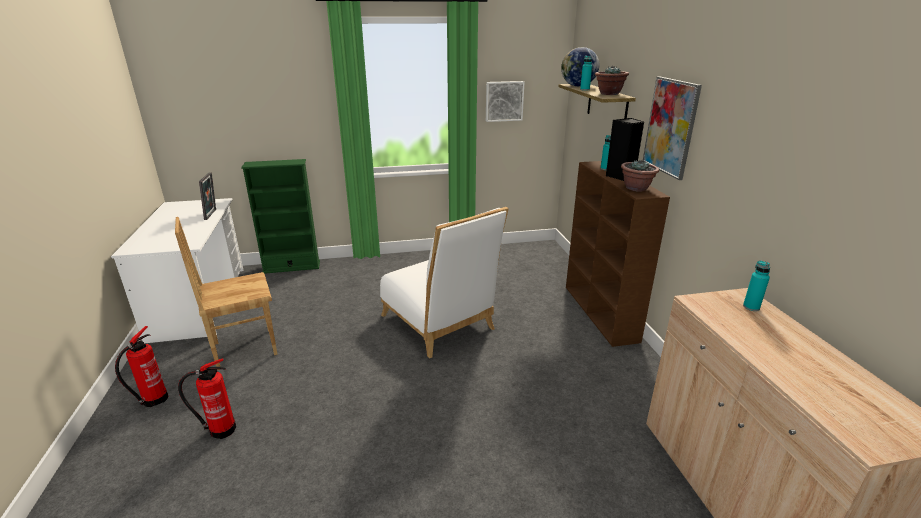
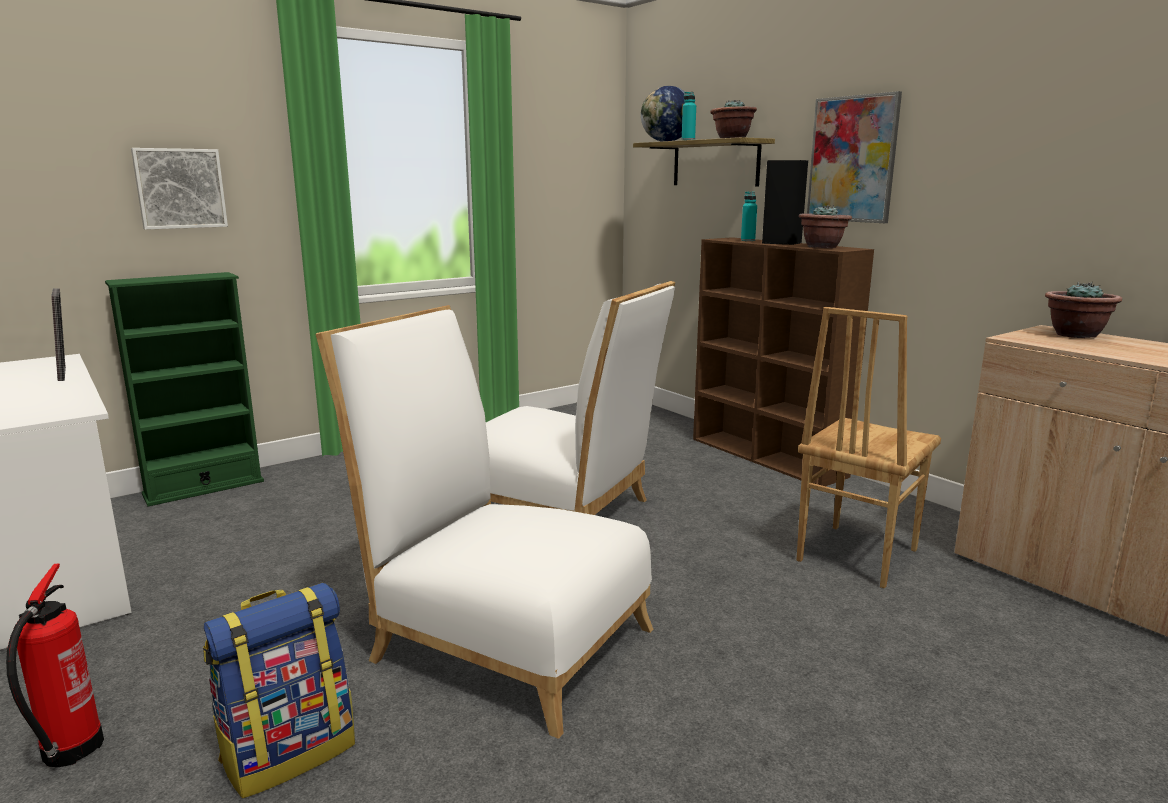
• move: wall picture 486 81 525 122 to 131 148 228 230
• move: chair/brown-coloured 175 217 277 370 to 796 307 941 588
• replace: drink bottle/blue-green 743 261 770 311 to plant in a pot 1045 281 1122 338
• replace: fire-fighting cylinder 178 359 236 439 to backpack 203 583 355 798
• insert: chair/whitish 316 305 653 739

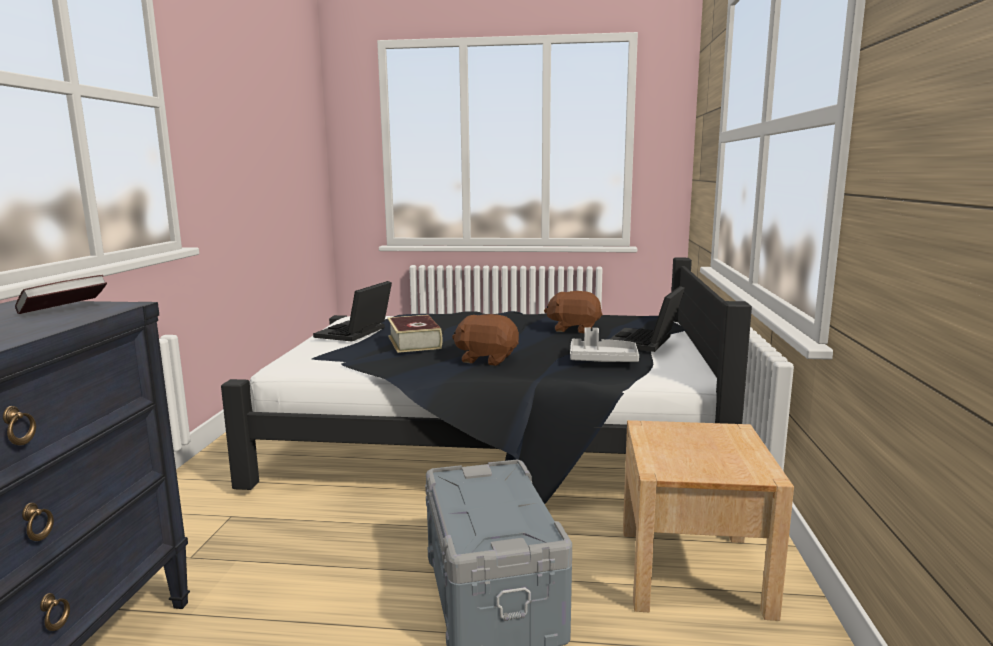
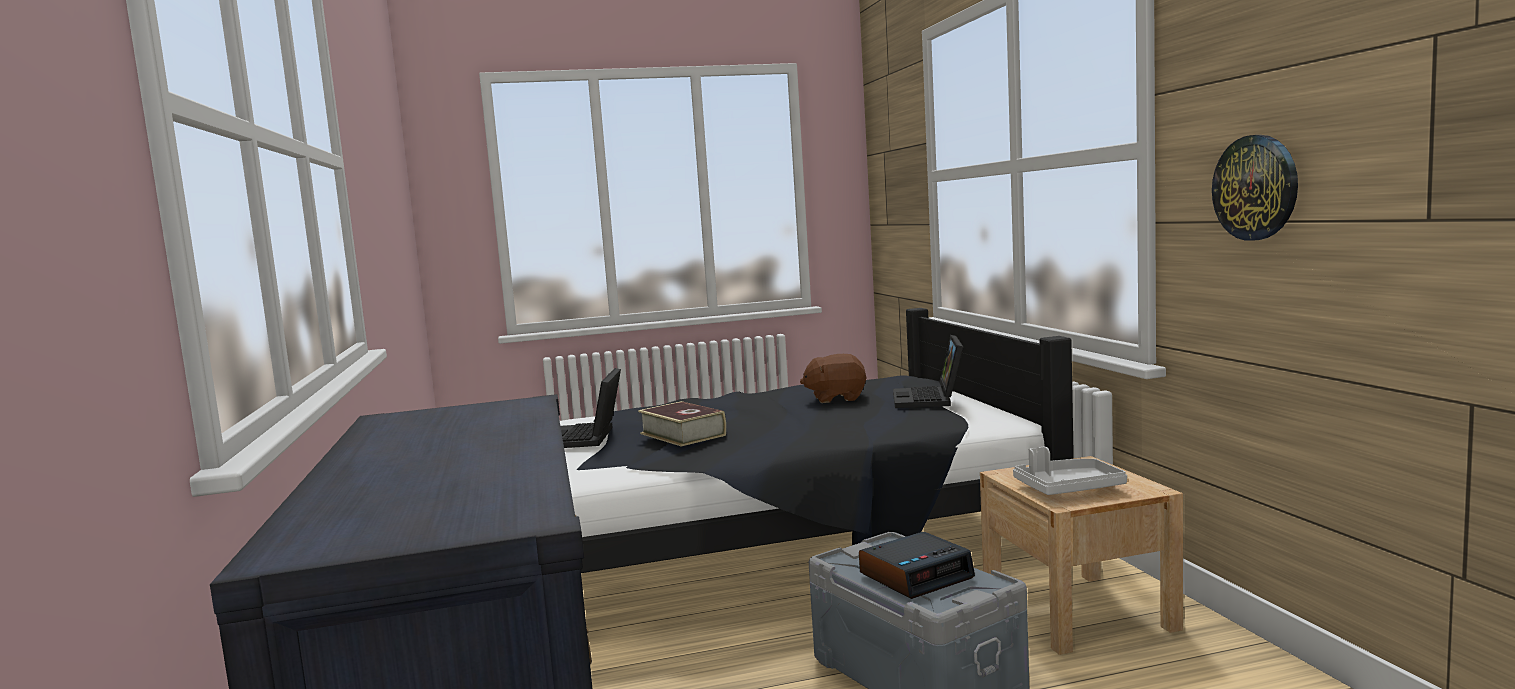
• delete: bound book 15 275 107 314
• delete: cuddly toy/brown-coloured 452 314 519 366
• move: tray/gray 570 328 639 362 to 1013 447 1127 495
• insert: hanging clock 1212 135 1298 241
• insert: table clock 859 532 975 599

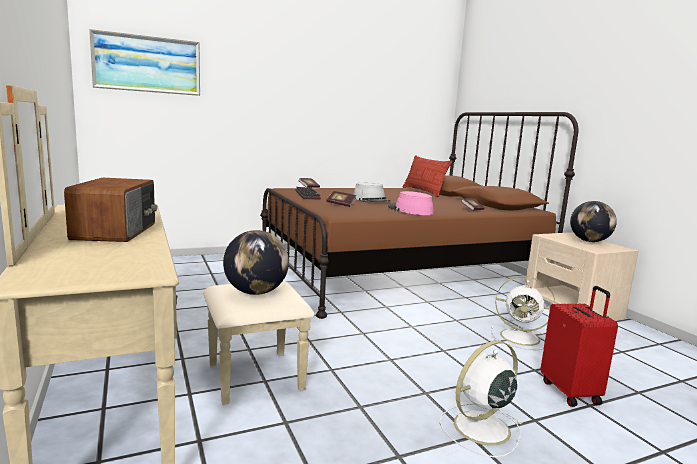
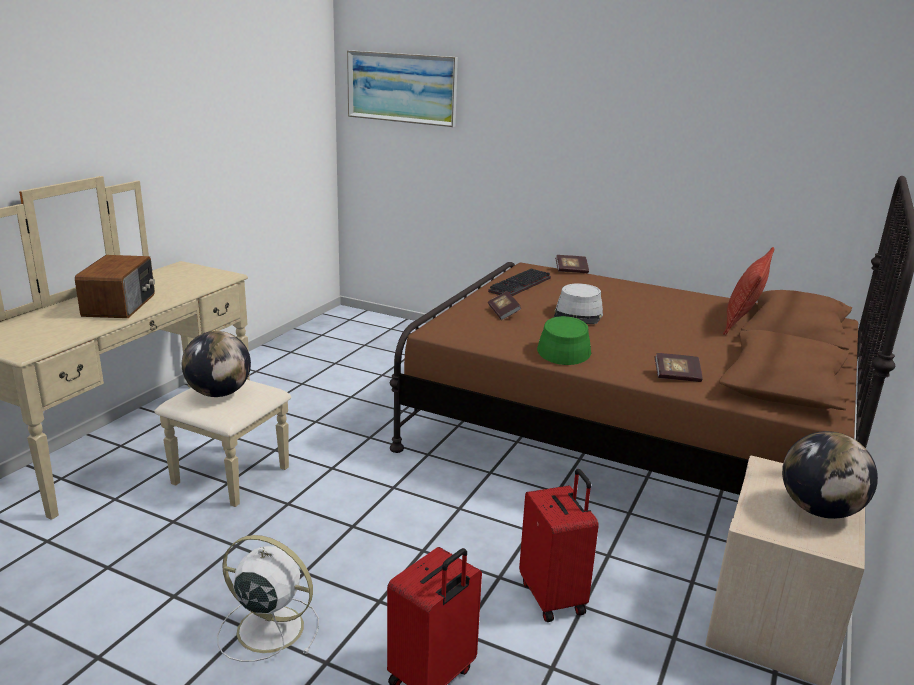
• rotate: radio receiver 64 178 157 242 = 75 255 155 318 45 degrees counterclockwise
• recolor: clothing hat/pinkish 388 191 434 215 to clothing hat/green 537 316 591 365
• replace: fan/whitish 491 276 555 350 to travel case/red-coloured 519 469 599 622

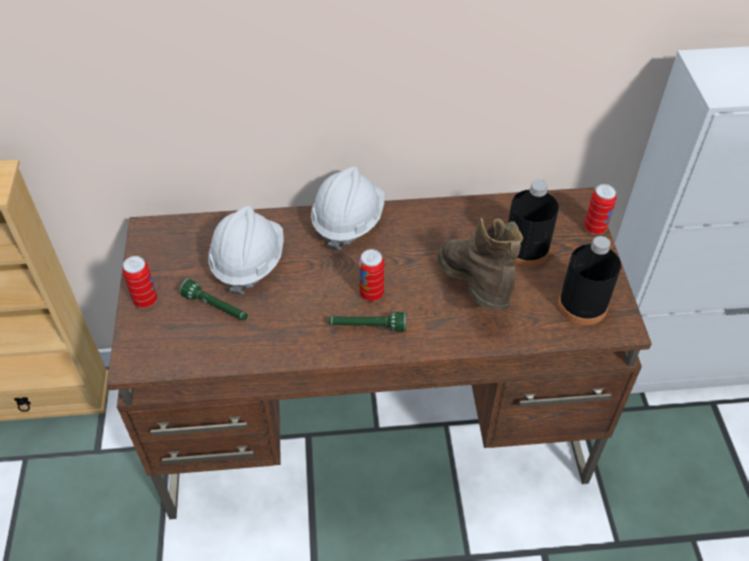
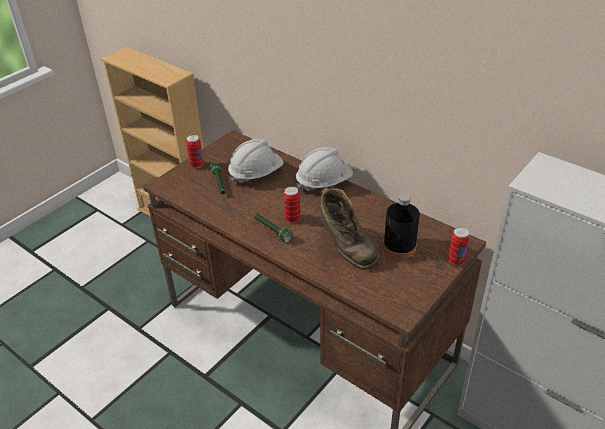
• rotate: tall boot/brown-coloured 437 217 523 310 = 319 187 380 270 120 degrees clockwise
• delete: drink bottle/black-coloured 558 236 621 325

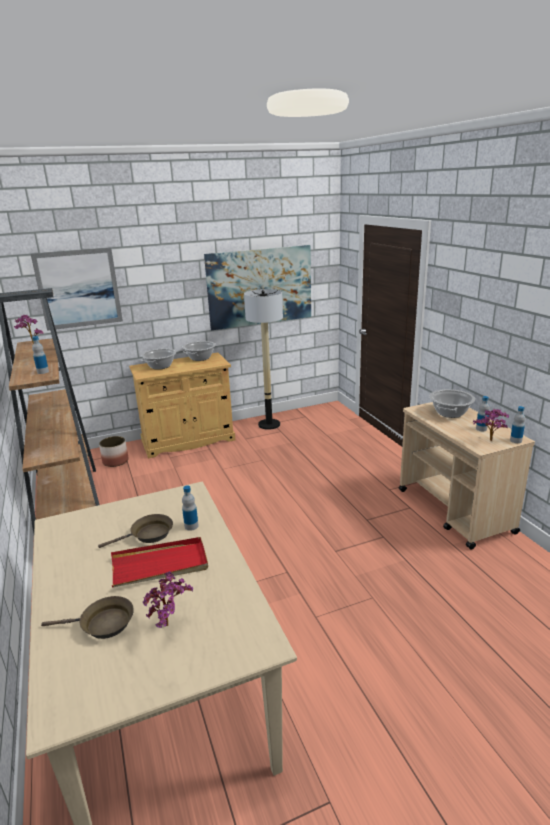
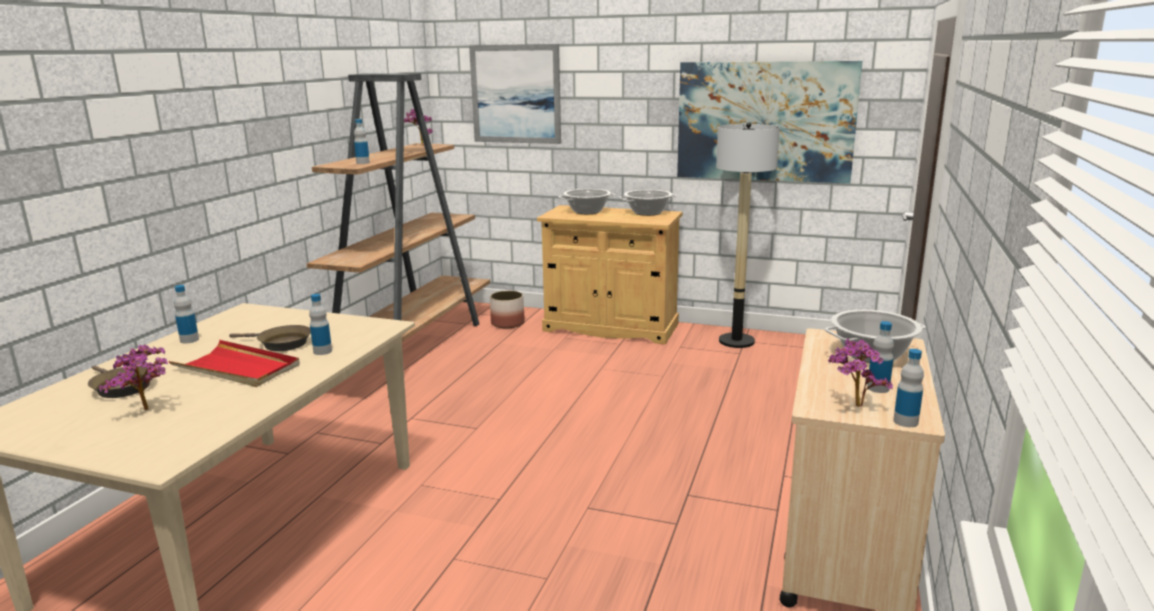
• insert: drink bottle 174 285 199 343

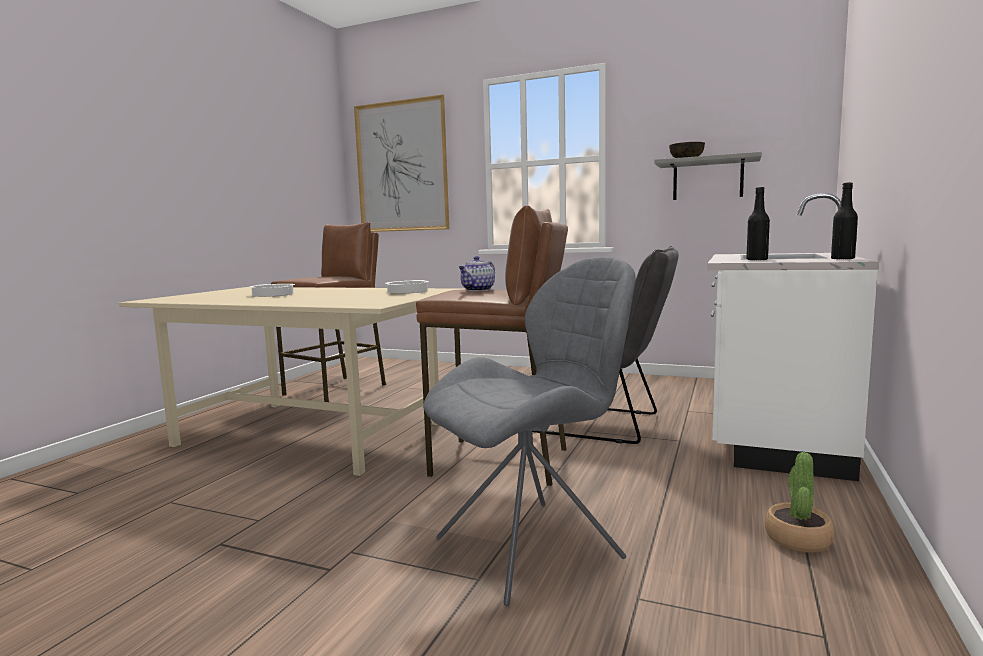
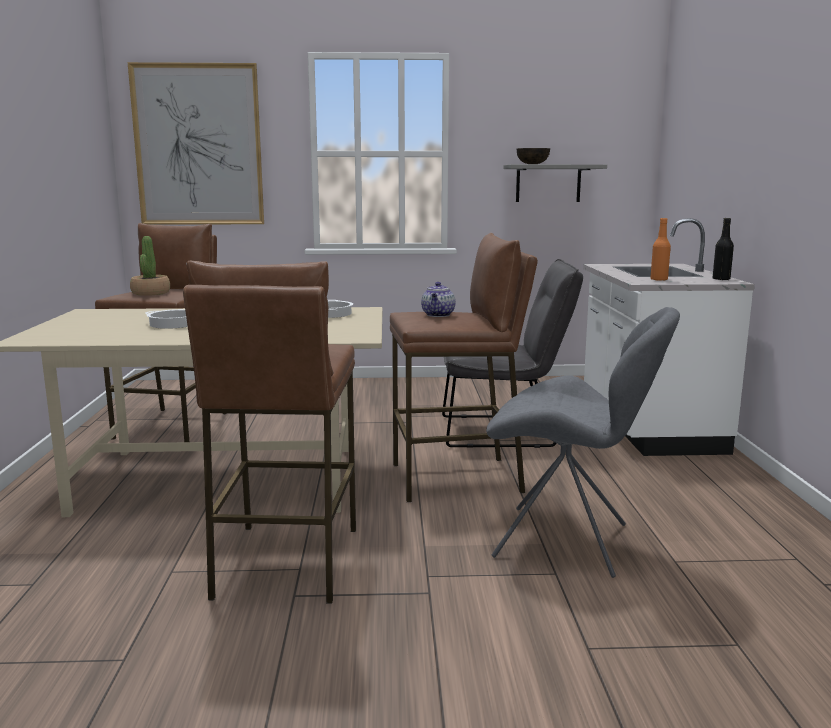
• recolor: drink bottle/black-coloured 746 187 770 261 to drink bottle/orange-coloured 650 218 671 281
• rotate: chair/gray 423 257 636 606 = 486 307 680 578 75 degrees clockwise
• move: plant in a pot 765 452 834 553 to 130 236 170 296
• insert: sitting stool/brown-coloured 183 261 356 604

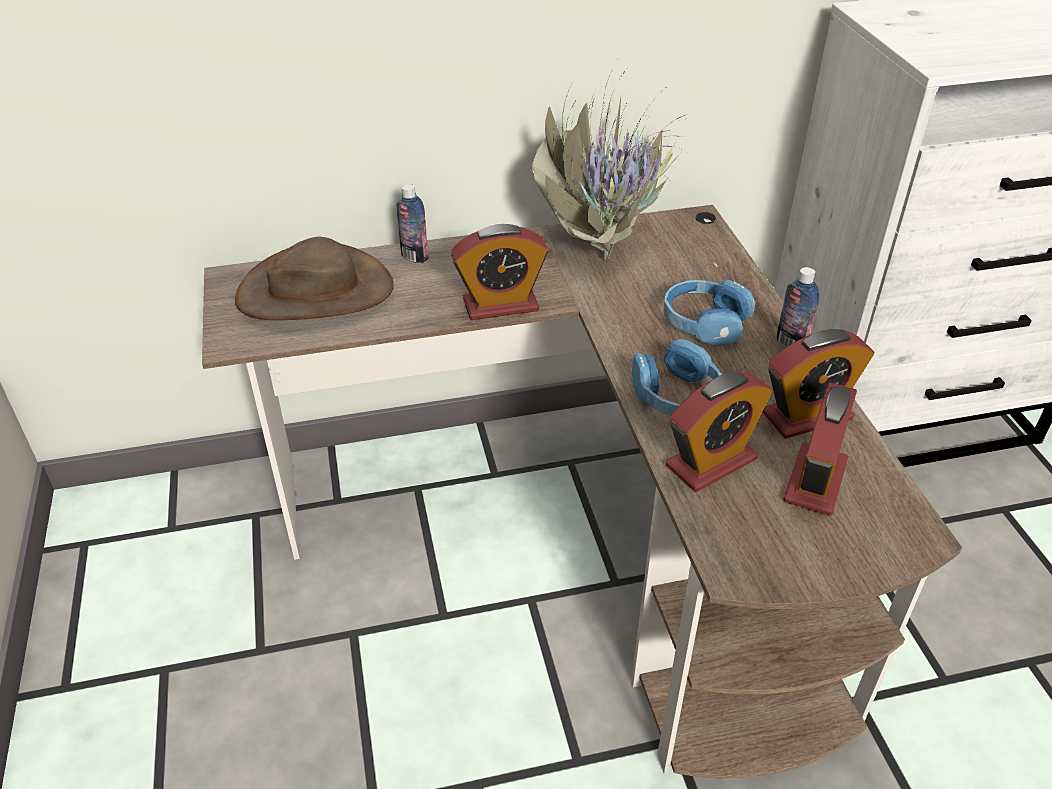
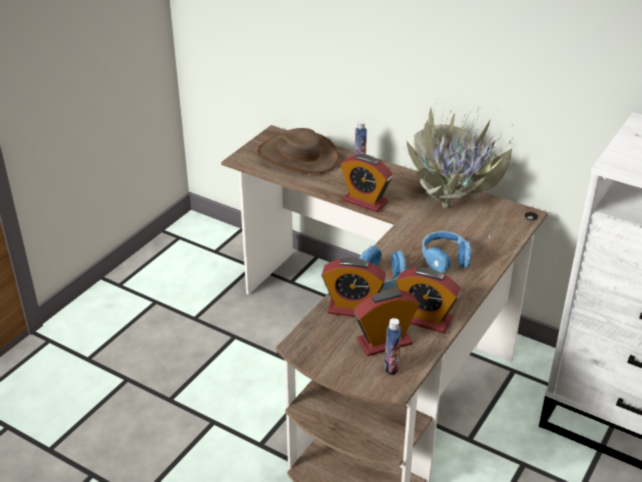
• move: drink bottle 776 267 819 348 to 384 318 402 375

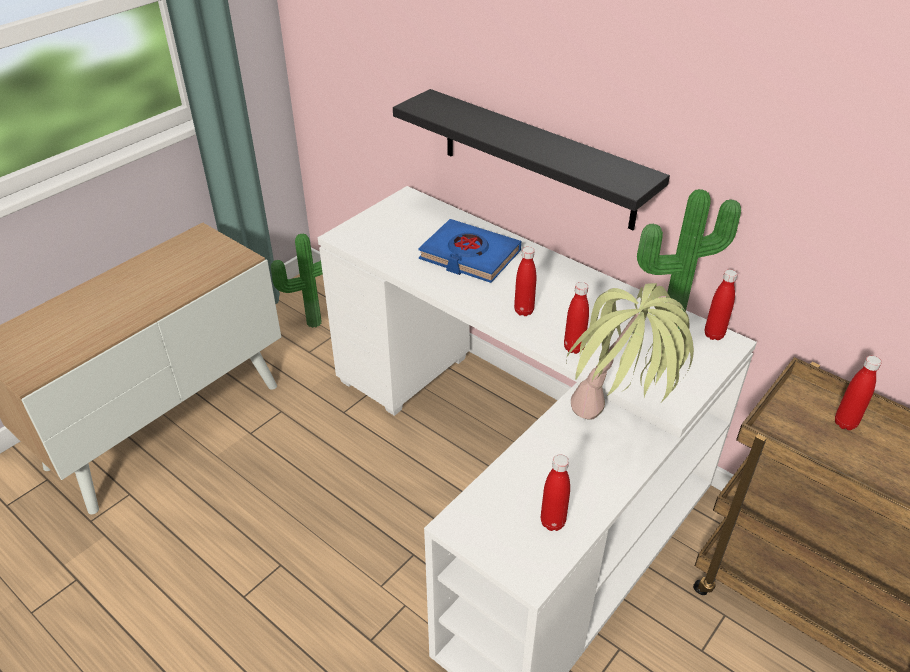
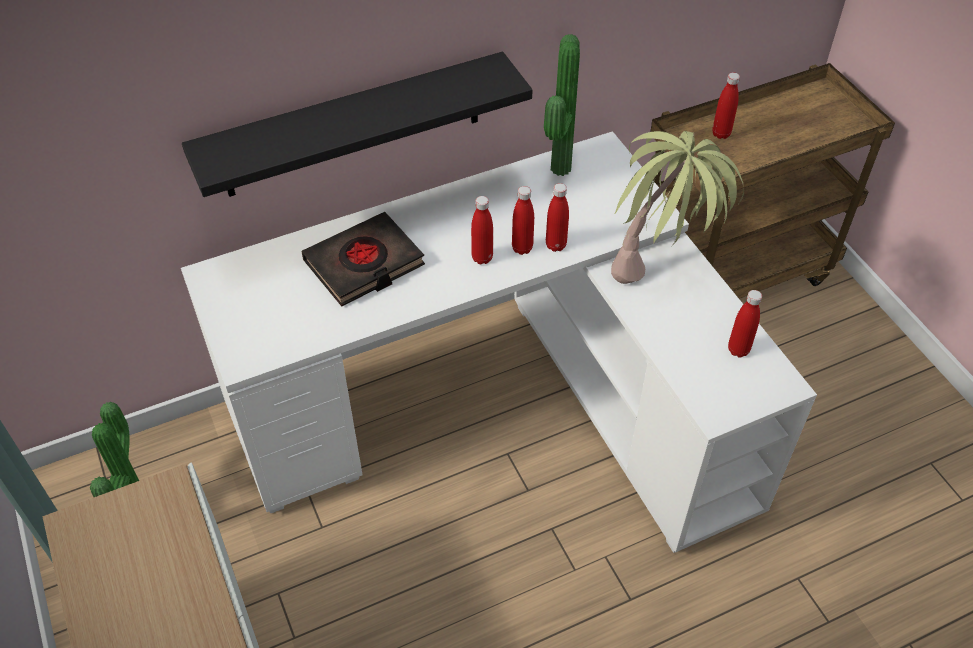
• recolor: bound book/bluish 418 219 521 283 to bound book/black-coloured 301 212 425 307
• move: drink bottle/red-coloured 705 269 738 340 to 512 186 534 255

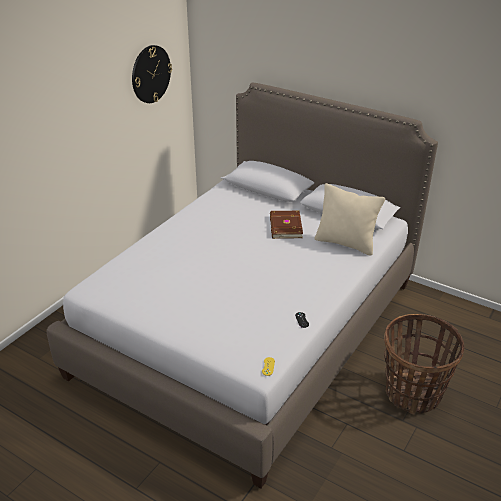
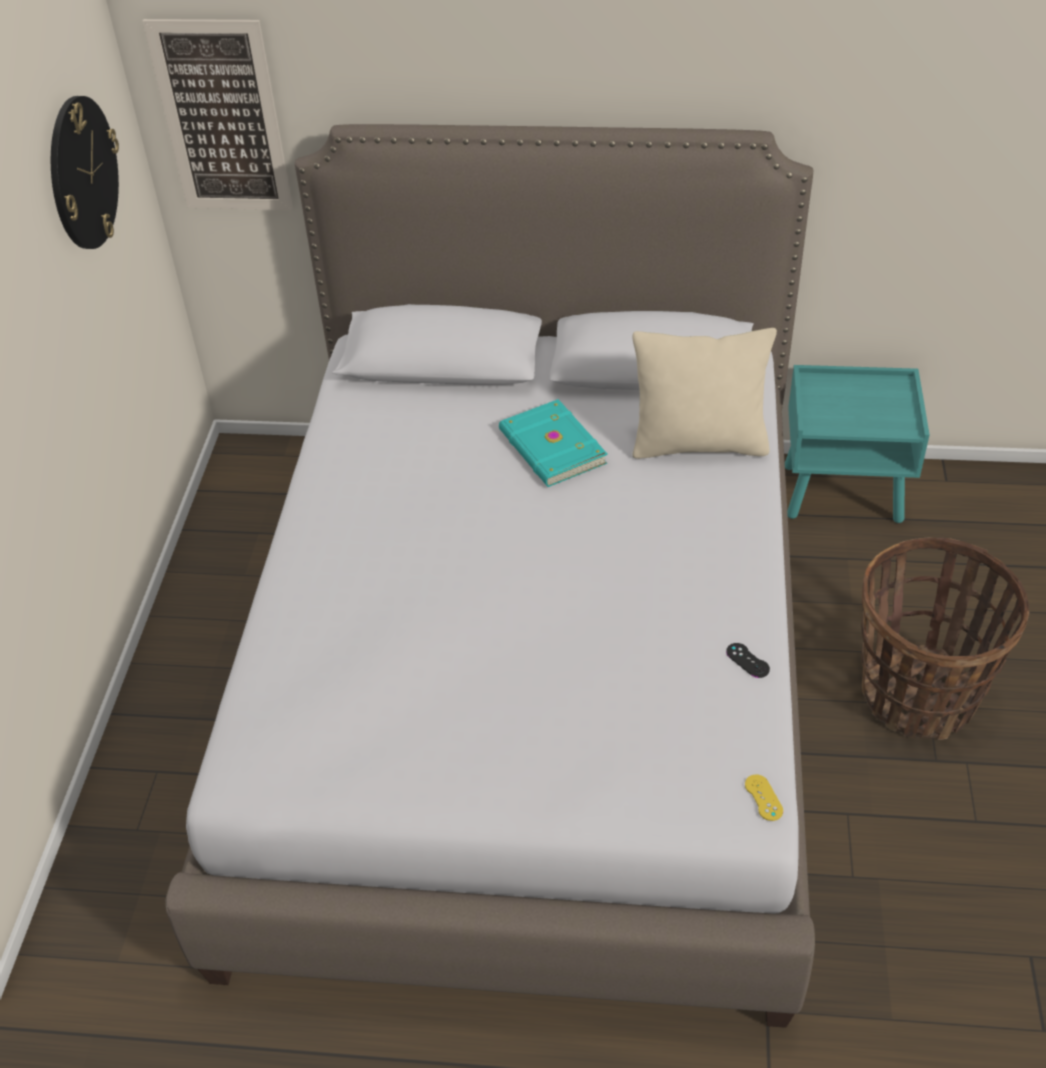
• recolor: bound book/brown-coloured 270 211 303 239 to bound book/blue-green 499 399 607 487
• insert: wall picture 142 19 293 210
• insert: night table/blue-green 785 365 930 523

